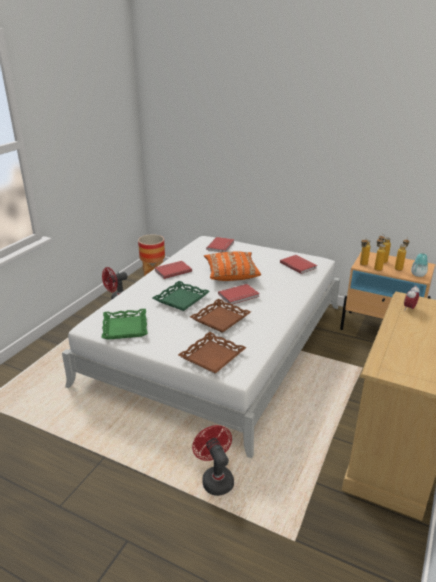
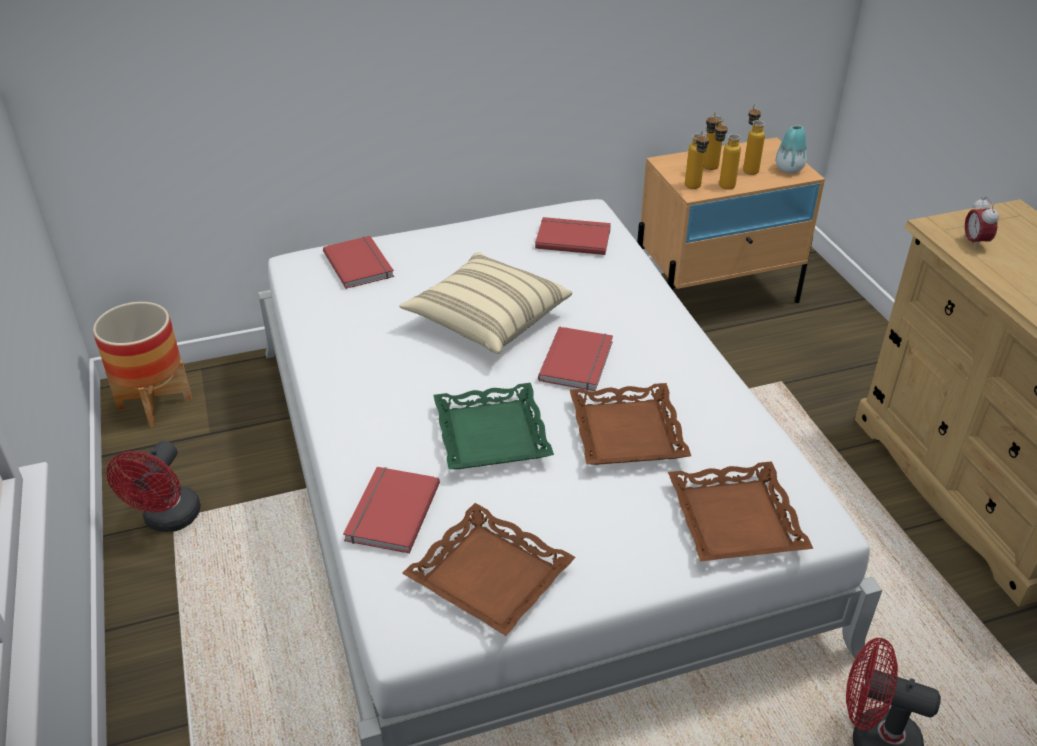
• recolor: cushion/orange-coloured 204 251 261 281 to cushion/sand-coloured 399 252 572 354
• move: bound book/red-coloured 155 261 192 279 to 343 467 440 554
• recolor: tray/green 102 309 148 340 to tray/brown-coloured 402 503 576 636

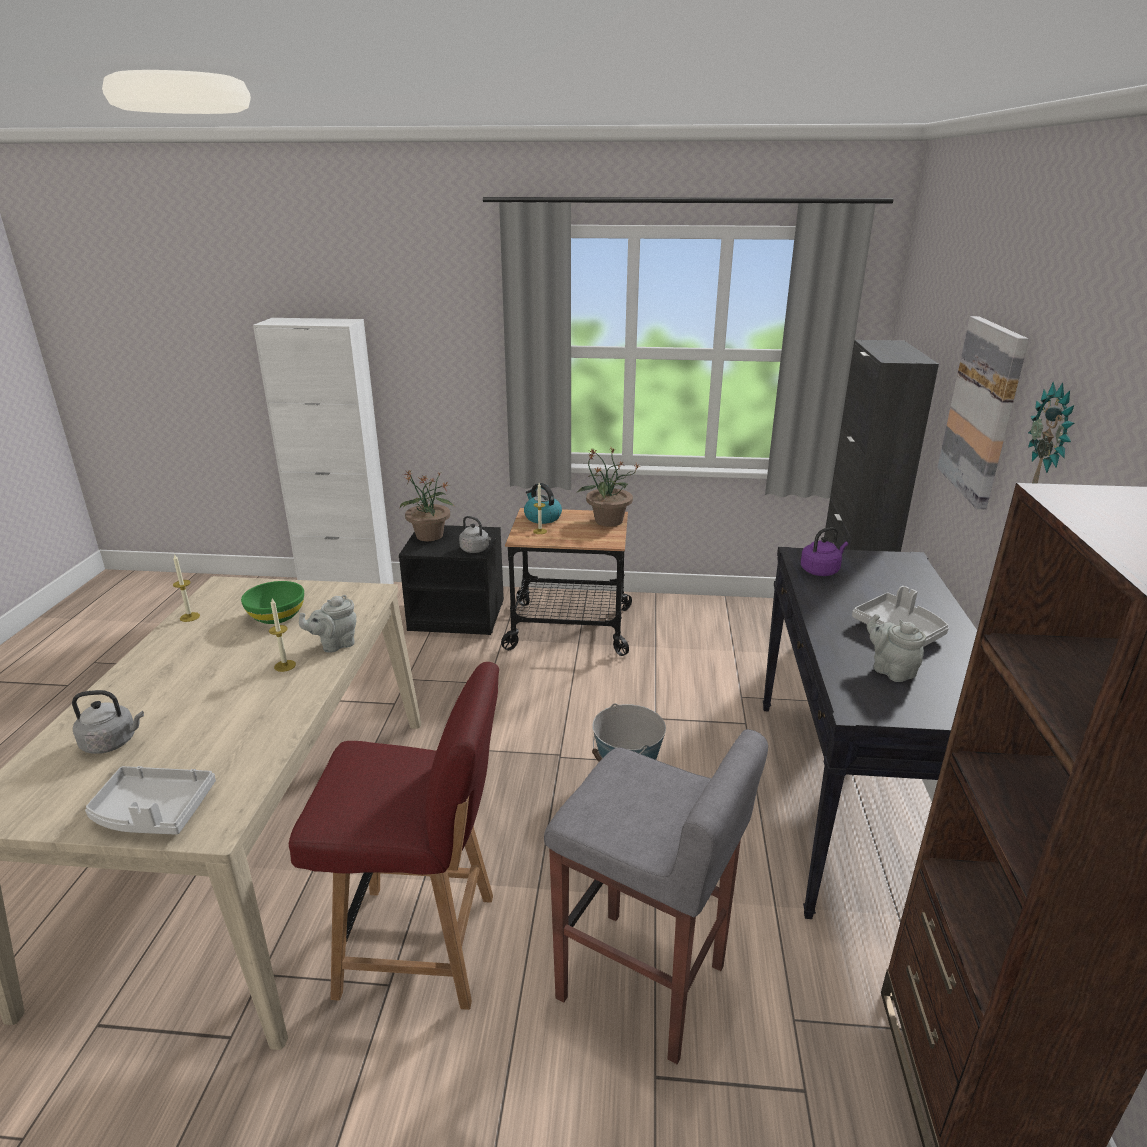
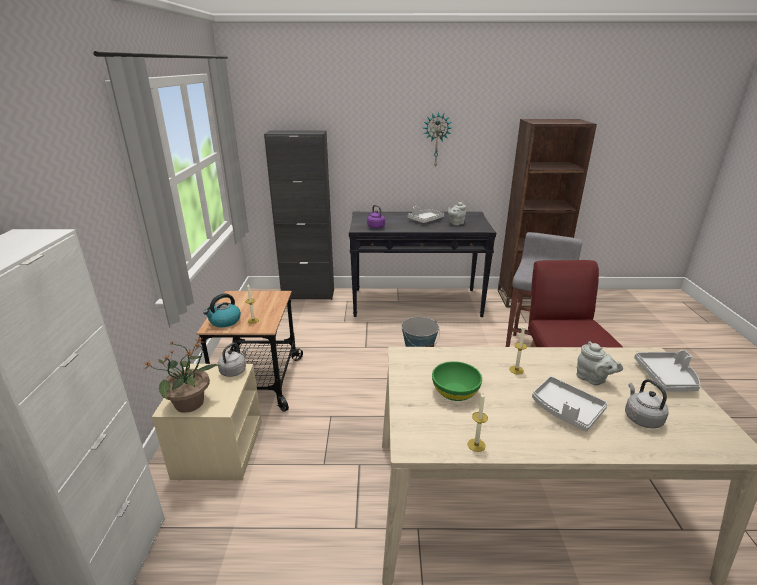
• delete: wall picture 937 316 1029 510
• delete: plant in a pot 577 447 640 527
• recolor: night table/black-coloured 399 525 504 635 to night table/sand-coloured 152 364 262 481
• move: pot for tea/gray 299 595 357 653 to 576 341 623 386
• insert: tray/gray 532 376 608 432

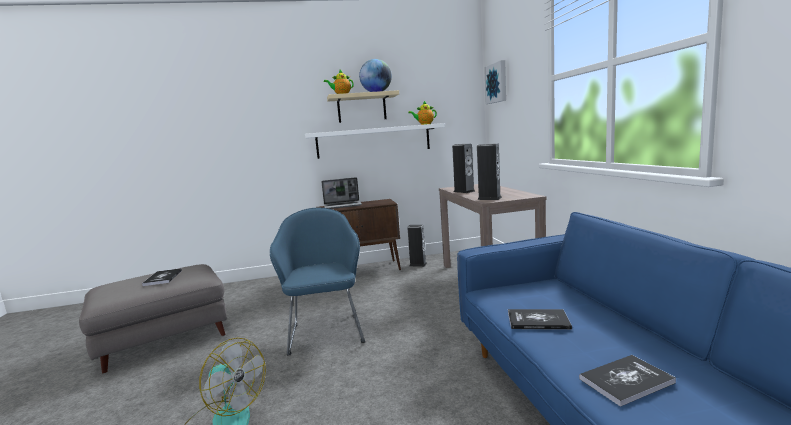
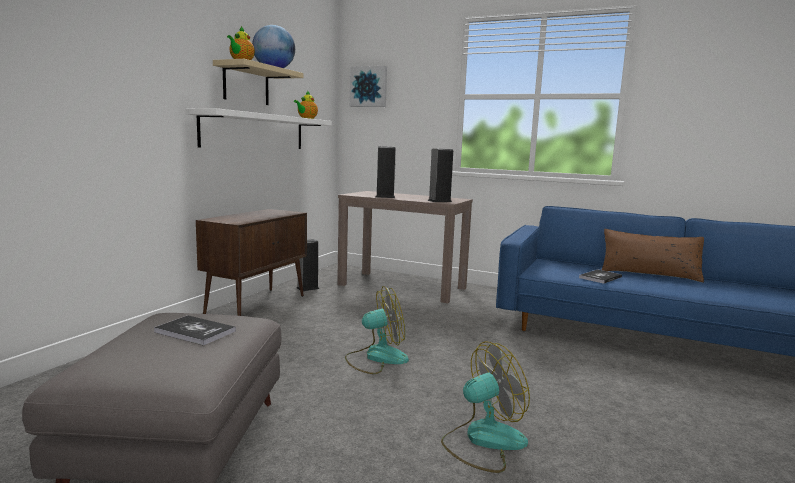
• delete: laptop 321 177 362 209
• replace: easy chair/bluish 270 208 365 356 to fan 345 286 409 374
• delete: bound book 579 355 676 407
• insert: cushion/brown-coloured 602 229 704 283

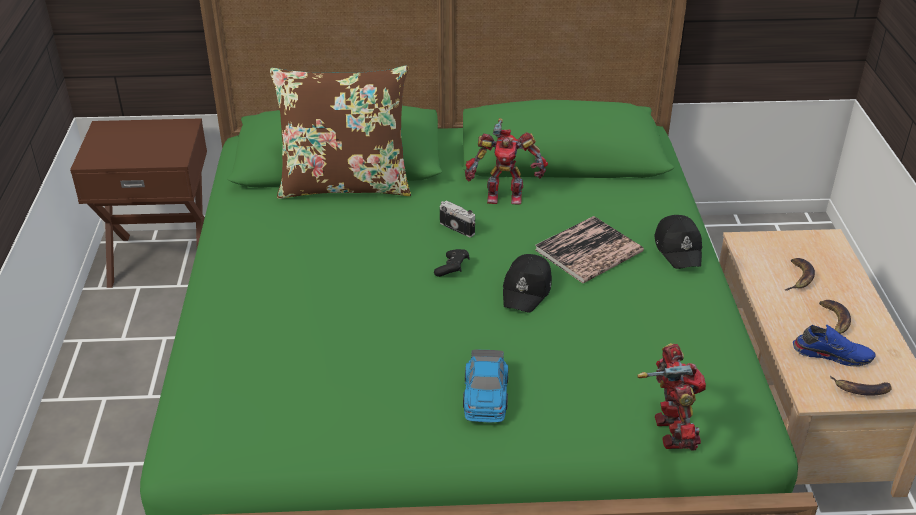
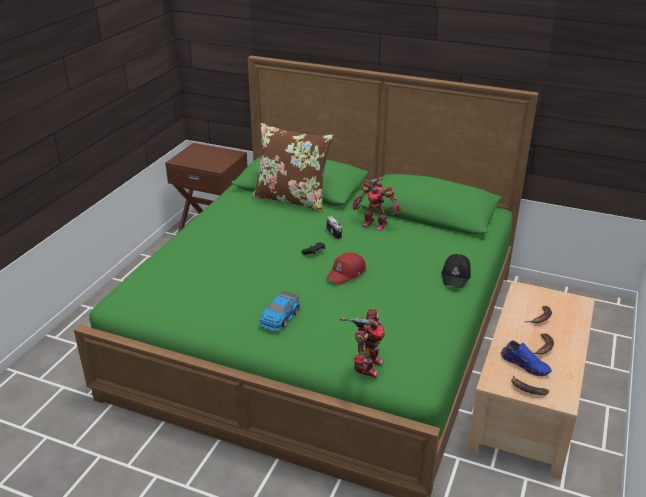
• delete: bound book 535 216 644 283
• recolor: cap/black-coloured 503 254 552 313 to cap/red-coloured 326 252 366 285

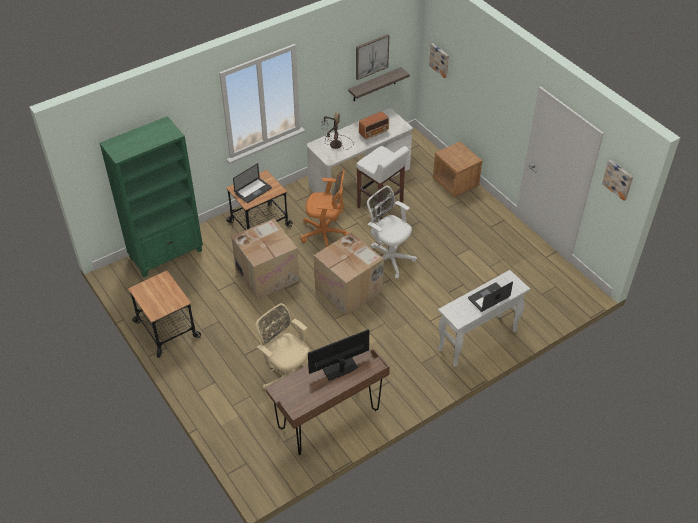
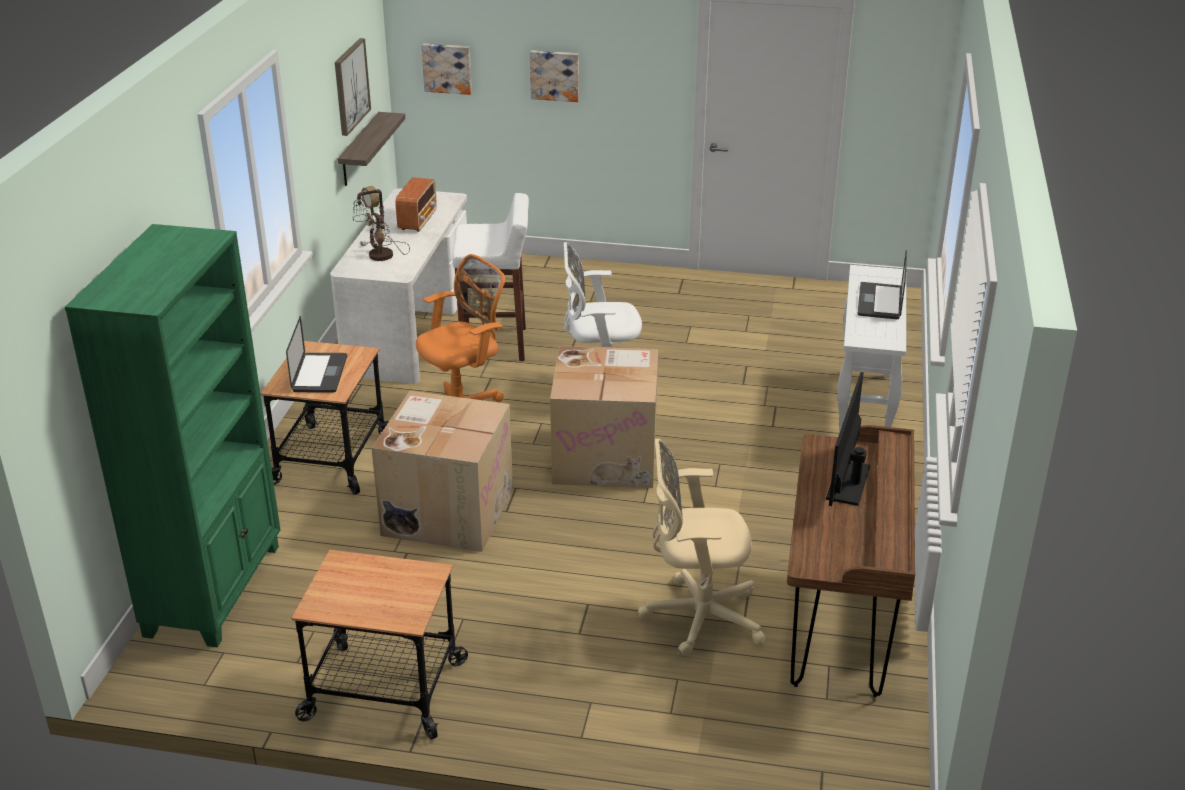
• delete: night table/brown-coloured 433 141 482 197
• move: wall picture 602 160 633 201 to 530 50 579 102

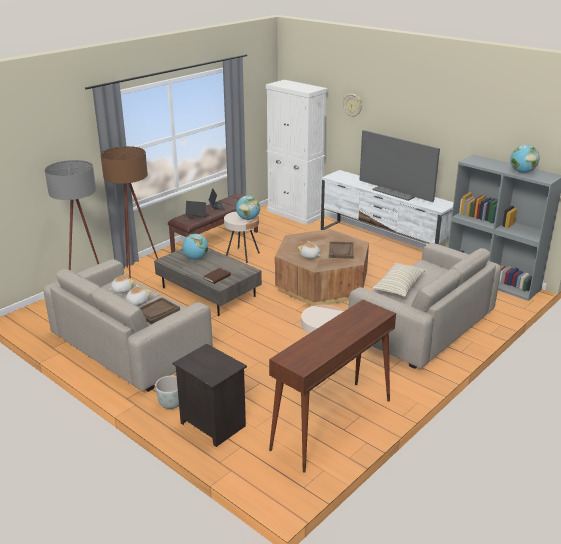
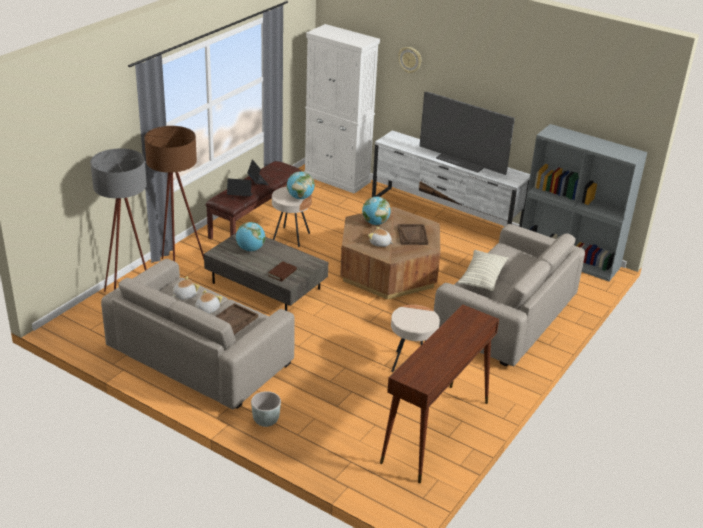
• move: world globe 510 145 539 173 to 362 196 391 225
• delete: night table/black-coloured 172 344 247 447

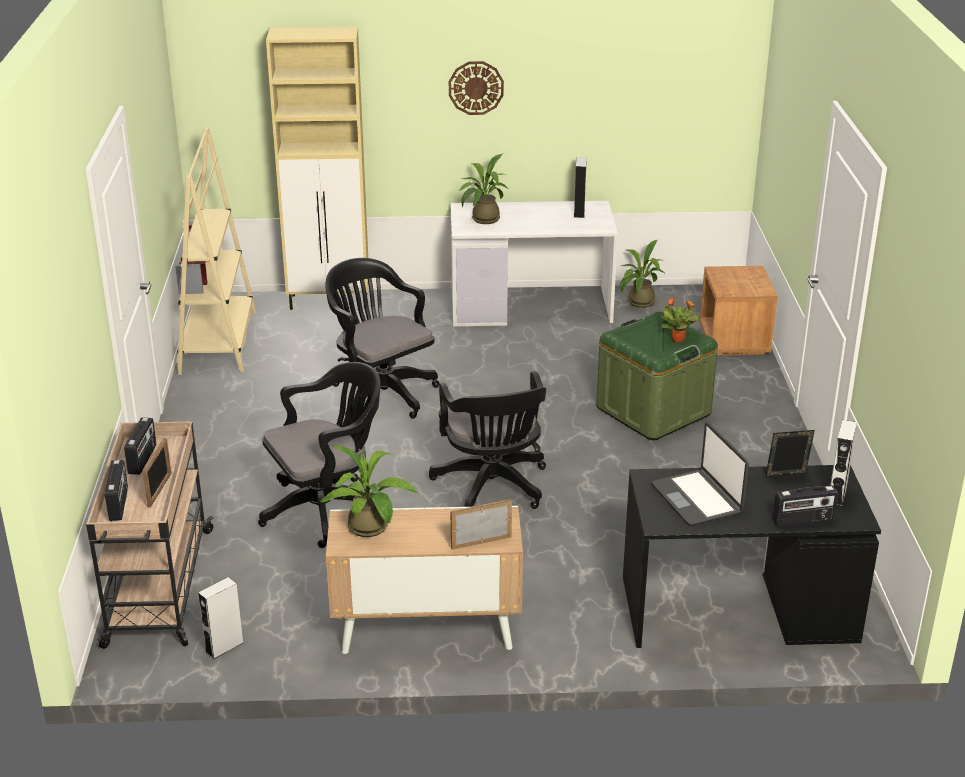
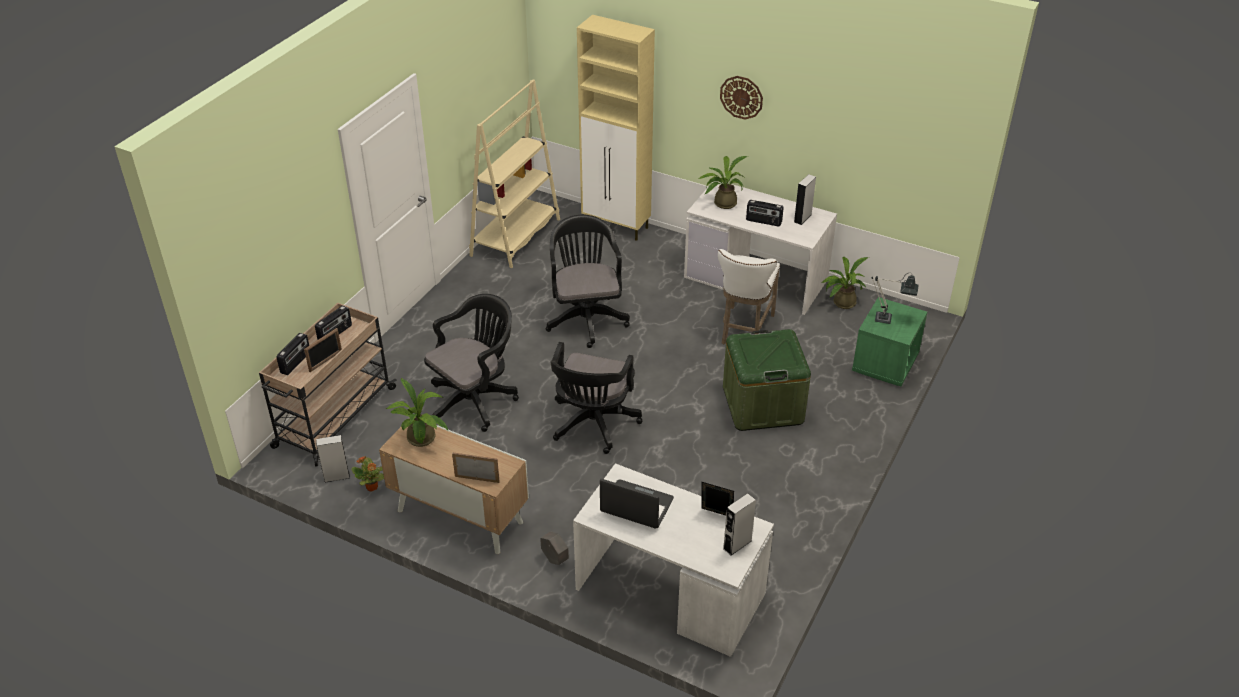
• recolor: night table/brown-coloured 699 266 778 355 to night table/green 852 297 927 386
• move: plant in a pot 661 298 699 342 to 351 456 384 492
• rotate: office chair/black-coloured 258 362 381 548 = 424 294 519 432 45 degrees counterclockwise
• rotate: laptop 652 423 749 526 = 600 479 674 529 105 degrees clockwise
• recolor: desk unit/black-coloured 623 465 881 648 to desk unit/whitish 573 463 774 657
• move: radio receiver 772 485 838 528 to 746 200 784 227
• insert: sitting stool/whitish 718 249 780 344
• insert: lamp for a table 871 273 919 324
• insert: planter/gray 540 531 569 565

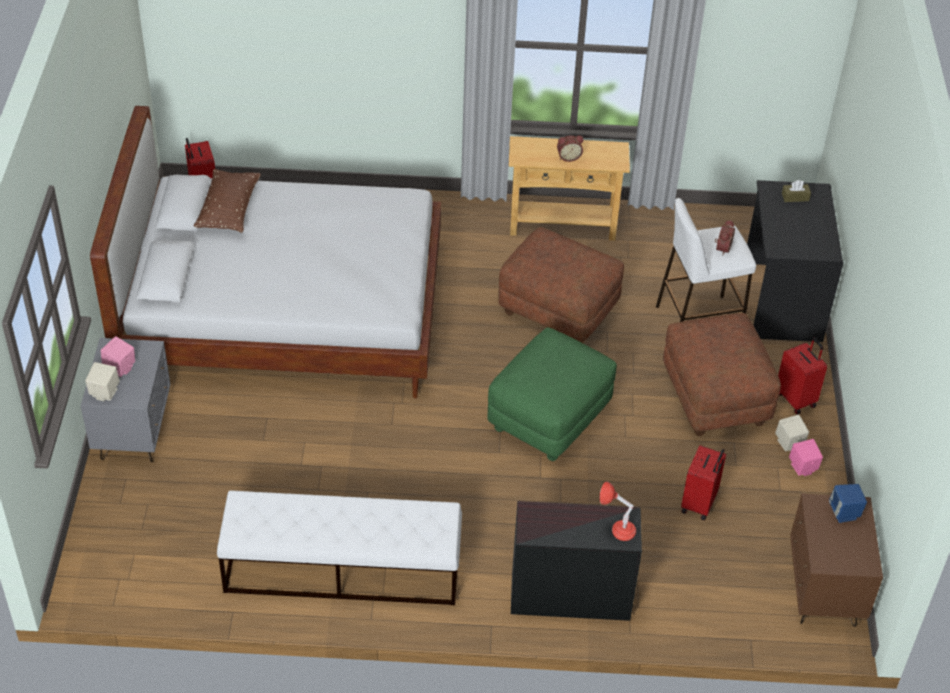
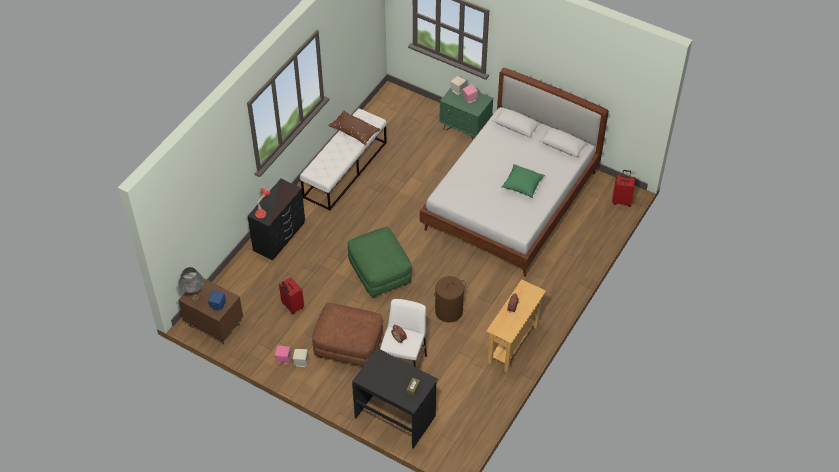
• move: cushion/brown-coloured 194 169 261 233 to 328 110 380 145
• replace: pouffe/brown-coloured 498 227 624 343 to hamper/brown-coloured 434 276 466 323
• recolor: night table/gray 81 338 171 462 to night table/green 440 88 493 139
• delete: travel case/red-coloured 778 338 827 414
• insert: cushion/green 502 164 545 198
• insert: lamp for a table/gray 179 267 204 301

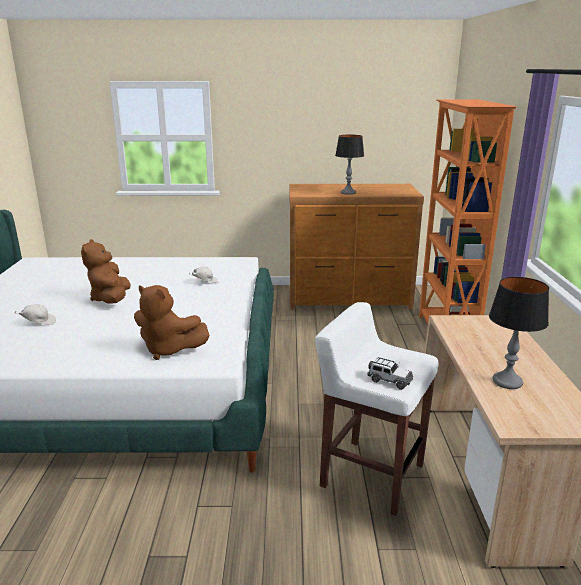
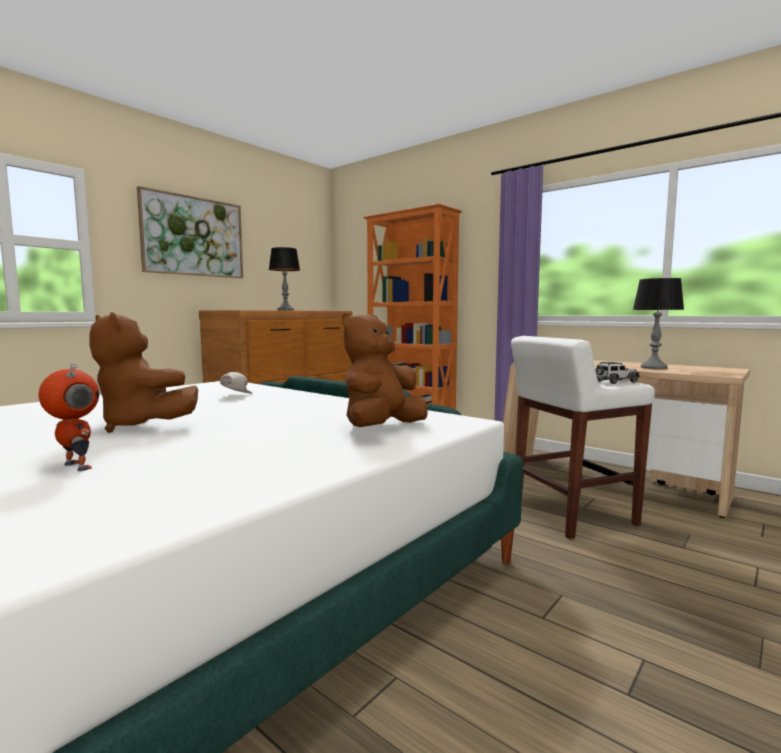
• rotate: cuddly toy/brown-coloured 134 285 210 360 = 342 312 427 427 150 degrees clockwise
• replace: cap/whitish 15 304 56 325 to model robot 39 363 99 471
• insert: wall picture 137 186 243 278

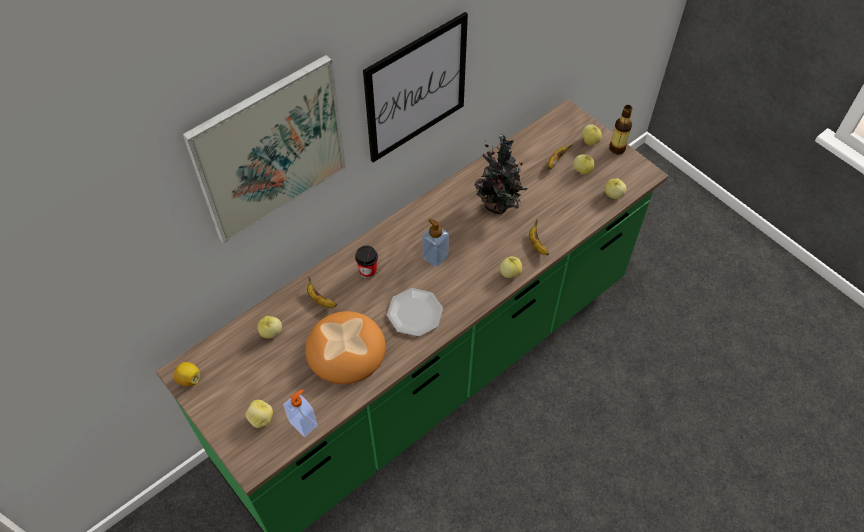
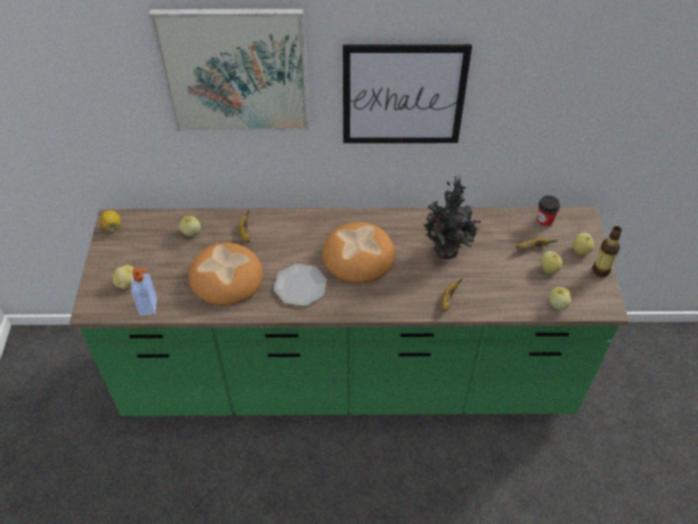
• replace: soap bottle 422 218 449 267 to bread 322 222 395 284
• move: cup 355 246 378 279 to 536 195 560 228
• delete: apple 500 256 522 278

